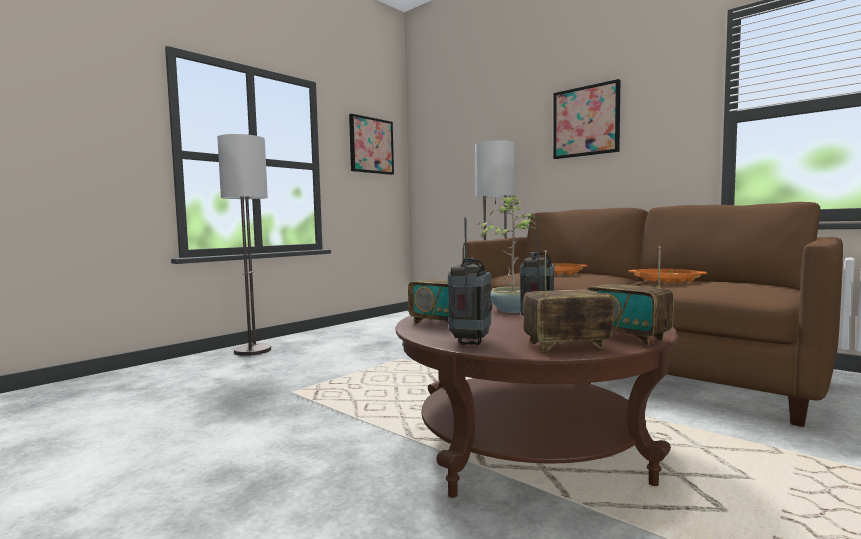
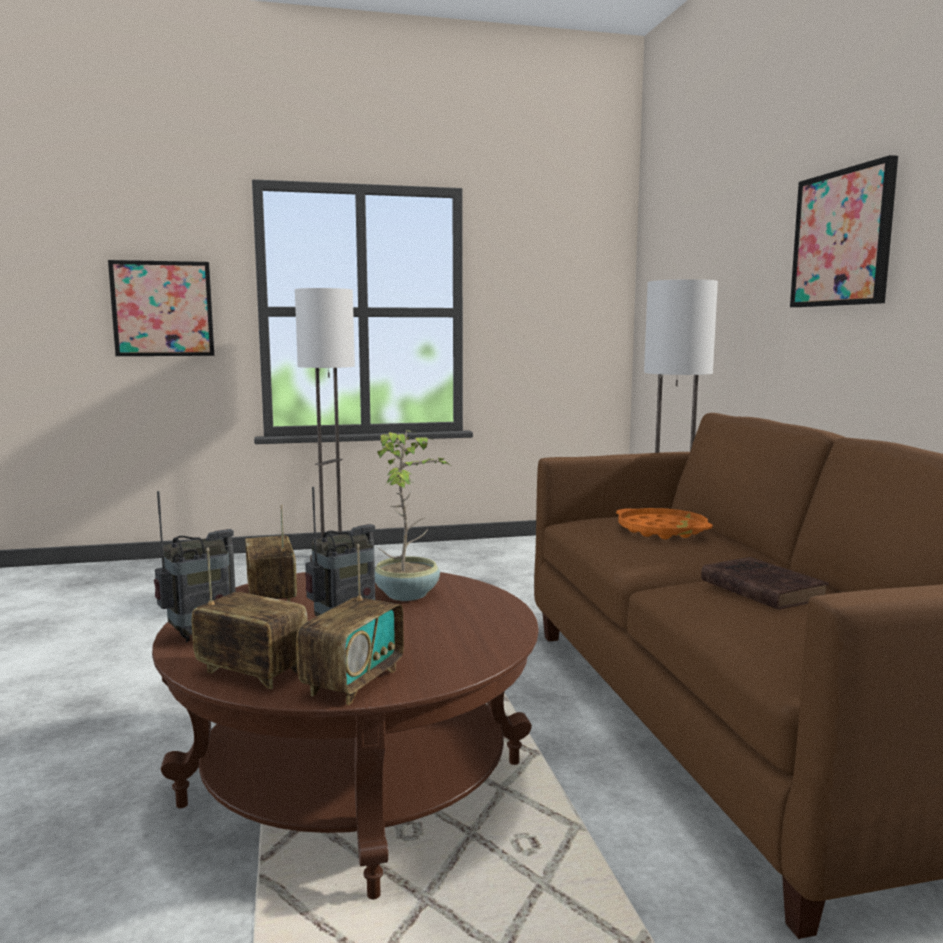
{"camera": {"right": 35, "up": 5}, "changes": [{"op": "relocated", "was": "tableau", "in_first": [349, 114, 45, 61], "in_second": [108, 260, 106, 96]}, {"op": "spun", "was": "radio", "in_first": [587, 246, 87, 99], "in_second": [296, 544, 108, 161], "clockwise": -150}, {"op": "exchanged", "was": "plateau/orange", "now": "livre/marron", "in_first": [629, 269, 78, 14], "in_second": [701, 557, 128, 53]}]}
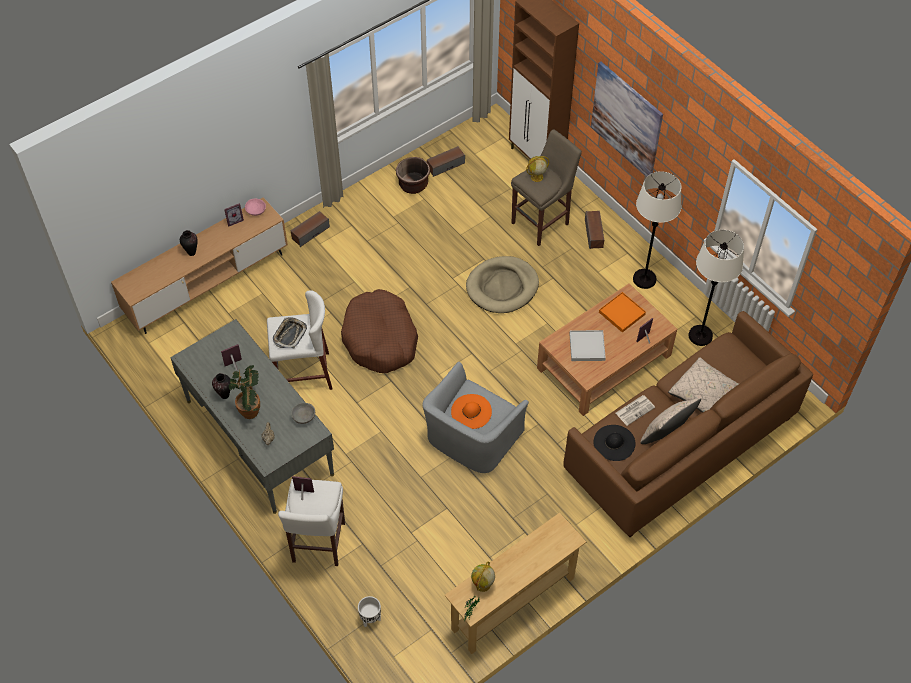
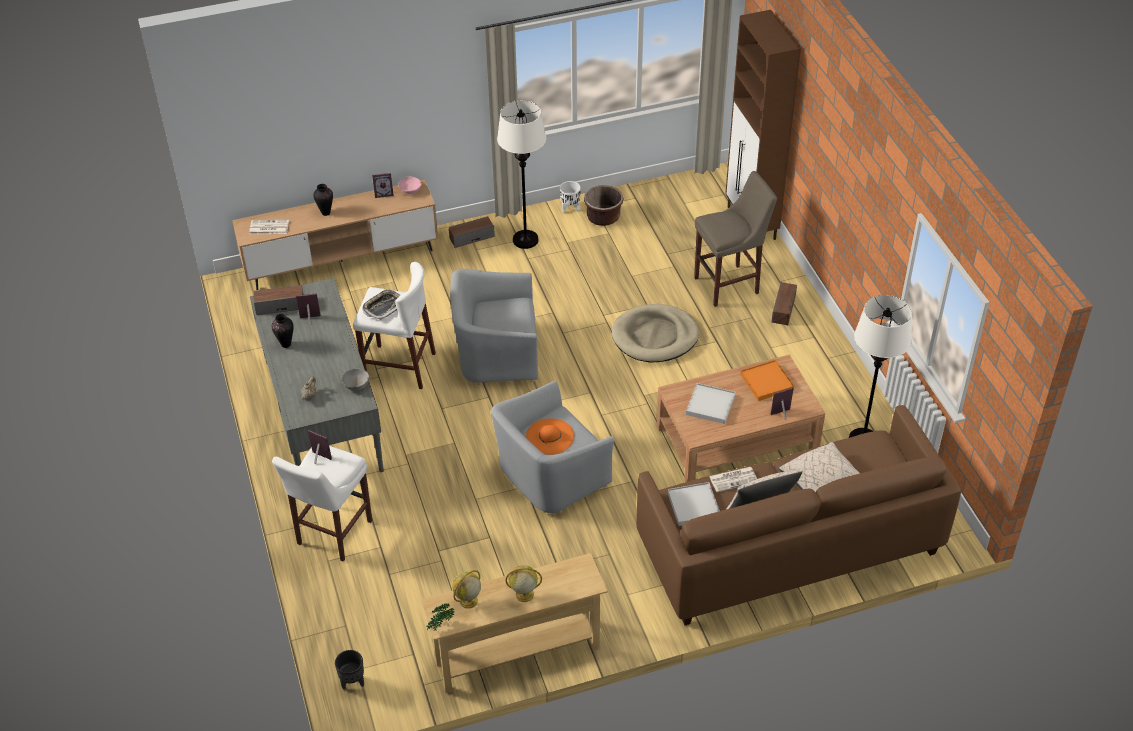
{"camera": {"right": 20, "up": -10}, "changes": [{"op": "missing", "was": "plante en pot", "in_first": [229, 365, 31, 54]}, {"op": "exchanged", "was": "panier pour chien/marron", "now": "fauteuil/gris", "in_first": [341, 289, 77, 84], "in_second": [450, 269, 88, 116]}, {"op": "relocated", "was": "cache-pot/blanc", "in_first": [358, 596, 23, 31], "in_second": [560, 181, 21, 32]}, {"op": "relocated", "was": "enceinte", "in_first": [427, 146, 38, 31], "in_second": [254, 285, 50, 30]}, {"op": "relocated", "was": "globe", "in_first": [526, 156, 23, 26], "in_second": [505, 565, 37, 37]}, {"op": "missing", "was": "tableau", "in_first": [591, 61, 72, 116]}, {"op": "exchanged", "was": "chapeau/noir", "now": "plateau/blanc", "in_first": [594, 425, 41, 36], "in_second": [668, 482, 52, 44]}, {"op": "relocated", "was": "lampadaire/blanc", "in_first": [633, 171, 48, 118], "in_second": [497, 100, 49, 149]}, {"op": "appeared", "now": "journal", "in_second": [249, 220, 40, 14]}, {"op": "appeared", "now": "cache-pot/noir", "in_second": [335, 650, 29, 40]}]}
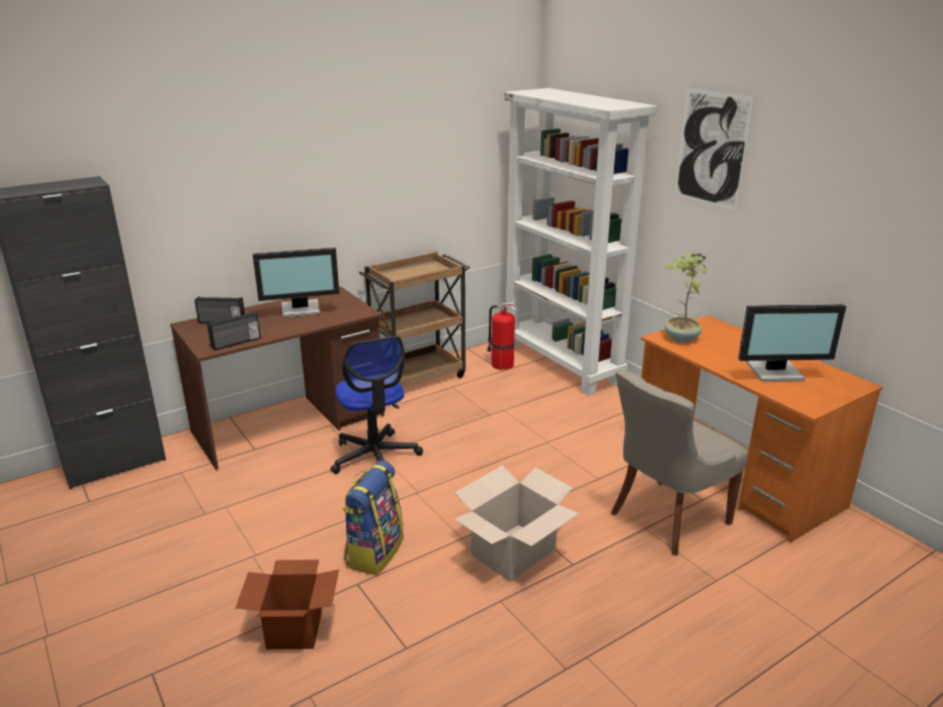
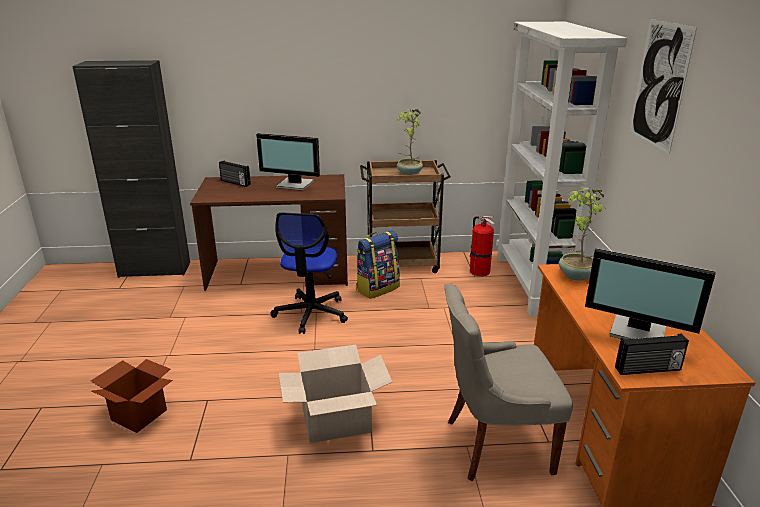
{"camera": {"right": 30, "up": 0}, "changes": [{"op": "relocated", "was": "radio", "in_first": [207, 311, 54, 40], "in_second": [615, 334, 74, 41]}, {"op": "relocated", "was": "sac à dos", "in_first": [342, 461, 61, 114], "in_second": [356, 230, 44, 69]}, {"op": "appeared", "now": "plante en pot", "in_second": [396, 109, 27, 66]}]}
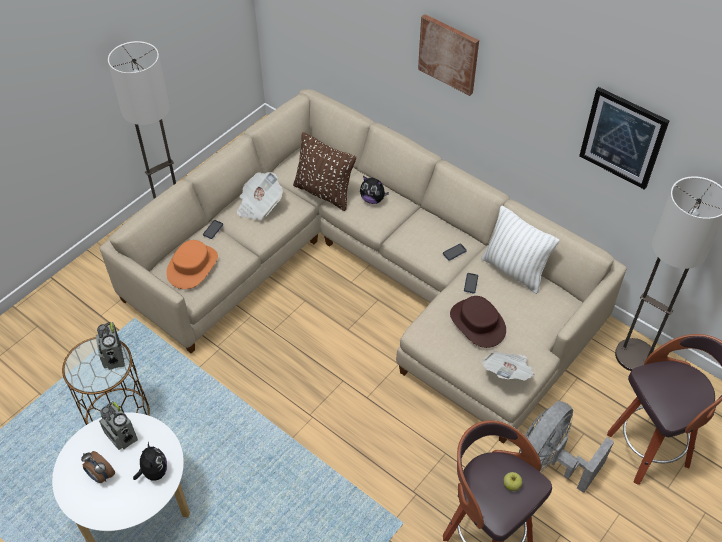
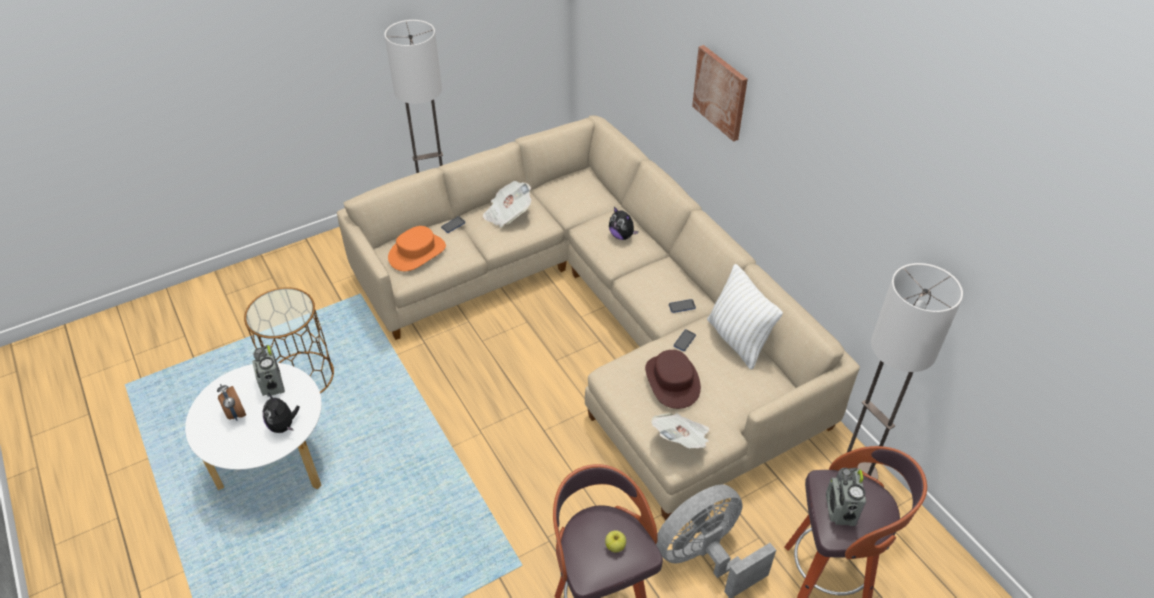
{"camera": {"right": 20, "up": -5}, "changes": [{"op": "relocated", "was": "radio", "in_first": [96, 322, 29, 48], "in_second": [826, 468, 40, 58]}, {"op": "spun", "was": "peluche", "in_first": [133, 442, 34, 39], "in_second": [263, 393, 37, 40], "clockwise": 150}, {"op": "missing", "was": "coussin/marron", "in_first": [293, 132, 63, 79]}, {"op": "missing", "was": "tableau", "in_first": [579, 87, 91, 103]}]}
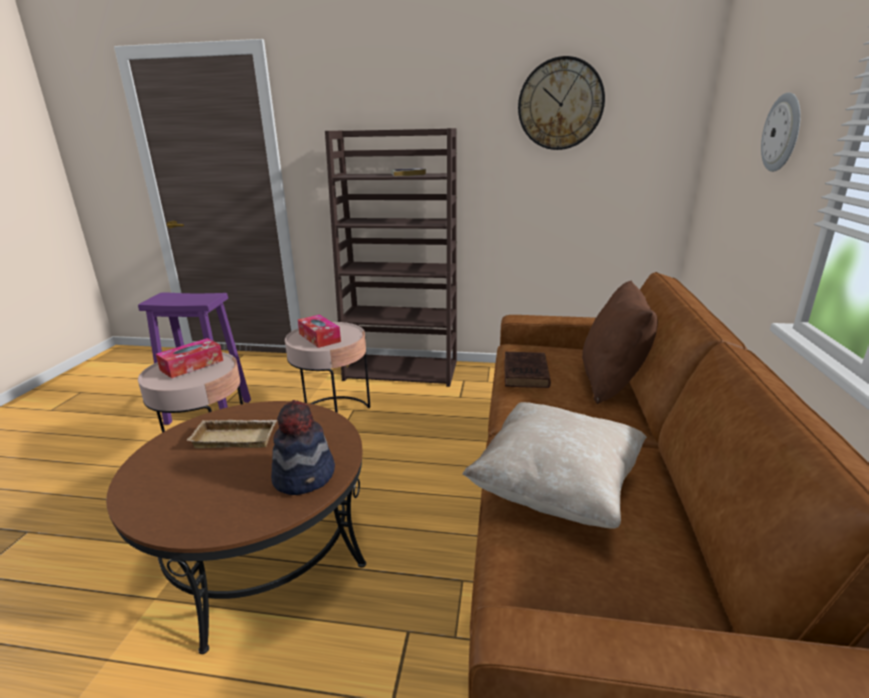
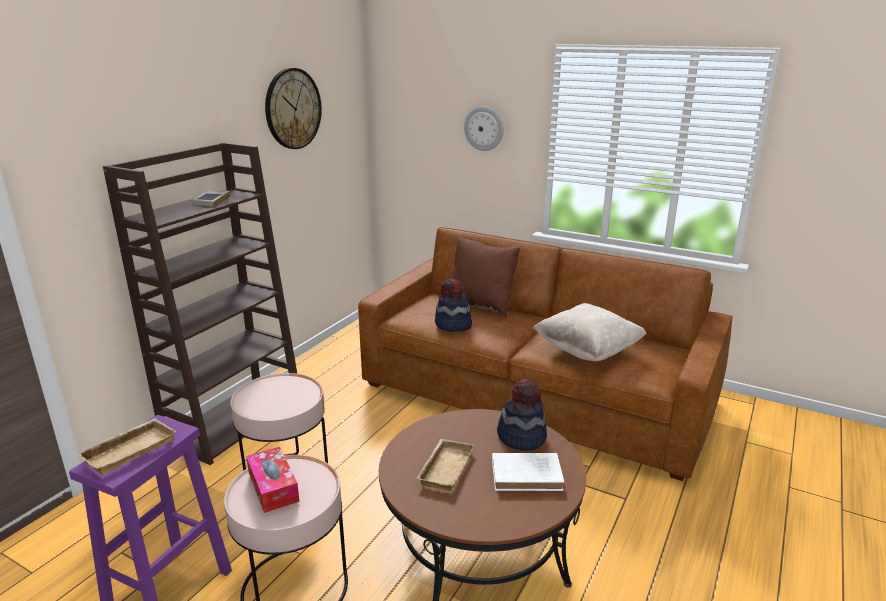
{"camera": {"right": -70, "up": 0}, "changes": [{"op": "missing", "was": "boîte à mouchoirs", "in_first": [298, 315, 43, 33]}, {"op": "exchanged", "was": "livre/marron", "now": "chapeau", "in_first": [504, 352, 47, 36], "in_second": [435, 279, 37, 53]}, {"op": "appeared", "now": "plateau/beige", "in_second": [77, 418, 99, 57]}, {"op": "appeared", "now": "livre/blanc", "in_second": [492, 453, 72, 38]}]}
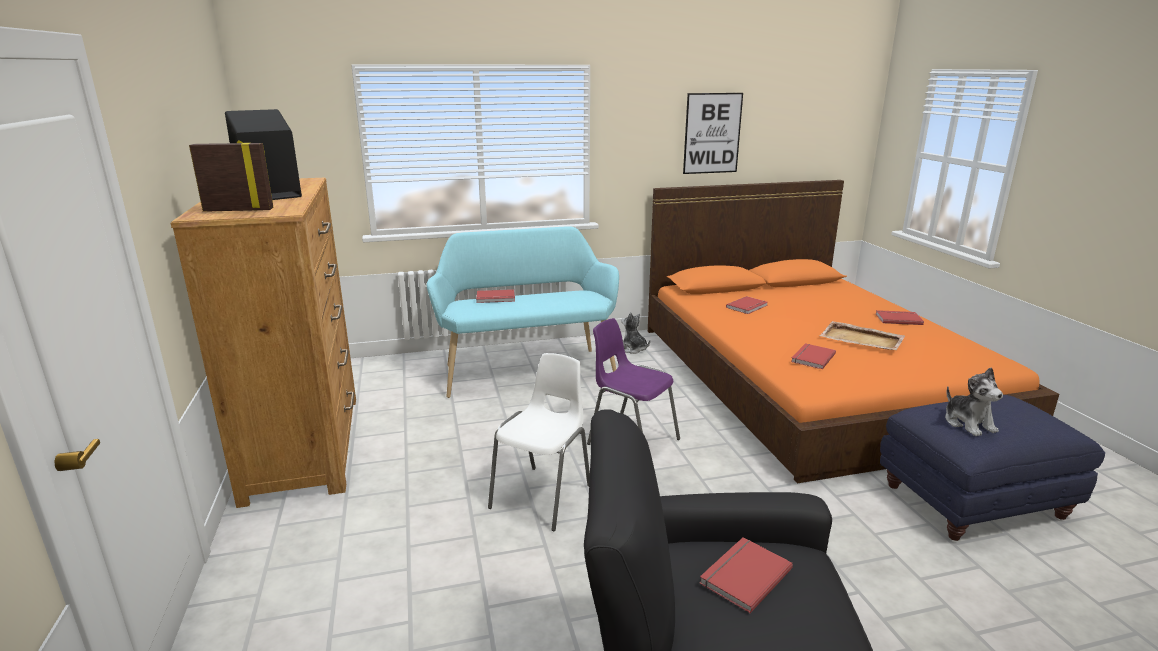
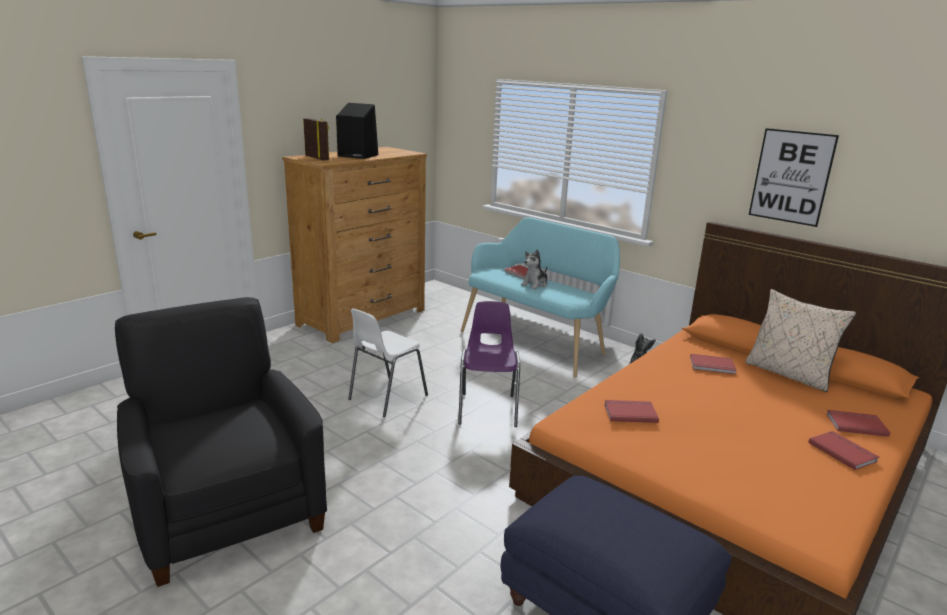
{"camera": {"right": 55, "up": 0}, "changes": [{"op": "spun", "was": "chaise/blanc", "in_first": [488, 353, 102, 178], "in_second": [348, 308, 80, 109], "clockwise": 135}, {"op": "relocated", "was": "livre/rouge", "in_first": [700, 537, 93, 76], "in_second": [826, 410, 64, 27]}, {"op": "missing", "was": "plateau/beige", "in_first": [819, 321, 86, 29]}, {"op": "relocated", "was": "peluche", "in_first": [945, 367, 58, 69], "in_second": [521, 249, 26, 40]}, {"op": "appeared", "now": "coussin/beige", "in_second": [745, 289, 111, 103]}]}
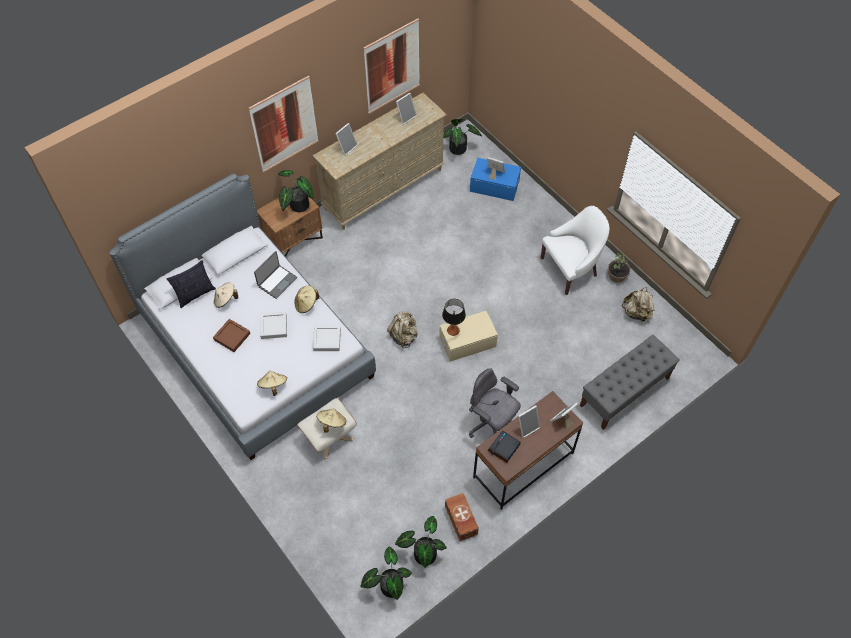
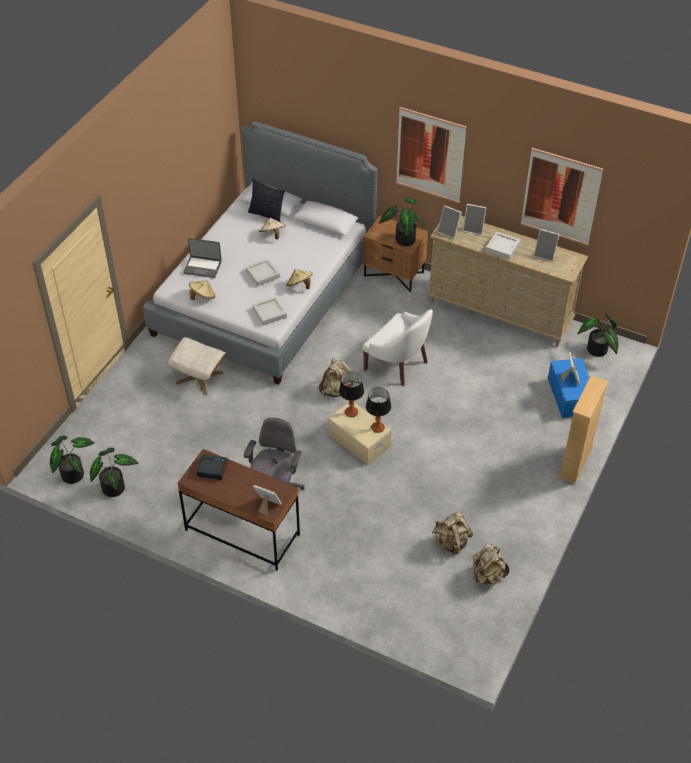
{"camera": {"right": 65, "up": -10}, "changes": [{"op": "missing", "was": "plateau/marron", "in_first": [213, 319, 37, 33]}, {"op": "relocated", "was": "ordinateur portable", "in_first": [254, 251, 43, 48], "in_second": [183, 238, 39, 40]}, {"op": "missing", "was": "chapeau/beige", "in_first": [317, 409, 29, 24]}, {"op": "missing", "was": "boîte de rangement/marron", "in_first": [445, 493, 34, 48]}, {"op": "relocated", "was": "cadre photo", "in_first": [518, 405, 22, 33], "in_second": [437, 205, 25, 34]}, {"op": "relocated", "was": "fauteuil/blanc", "in_first": [541, 206, 68, 89], "in_second": [362, 309, 71, 77]}, {"op": "missing", "was": "banc/gris", "in_first": [580, 335, 100, 95]}, {"op": "missing", "was": "plante en pot", "in_first": [608, 253, 23, 30]}, {"op": "appeared", "now": "lampe de table", "in_second": [366, 387, 25, 46]}, {"op": "appeared", "now": "sac à dos/beige", "in_second": [432, 512, 41, 43]}, {"op": "appeared", "now": "plateau/gris", "in_second": [485, 232, 35, 27]}, {"op": "appeared", "now": "bibliothèque/beige", "in_second": [558, 375, 50, 109]}]}
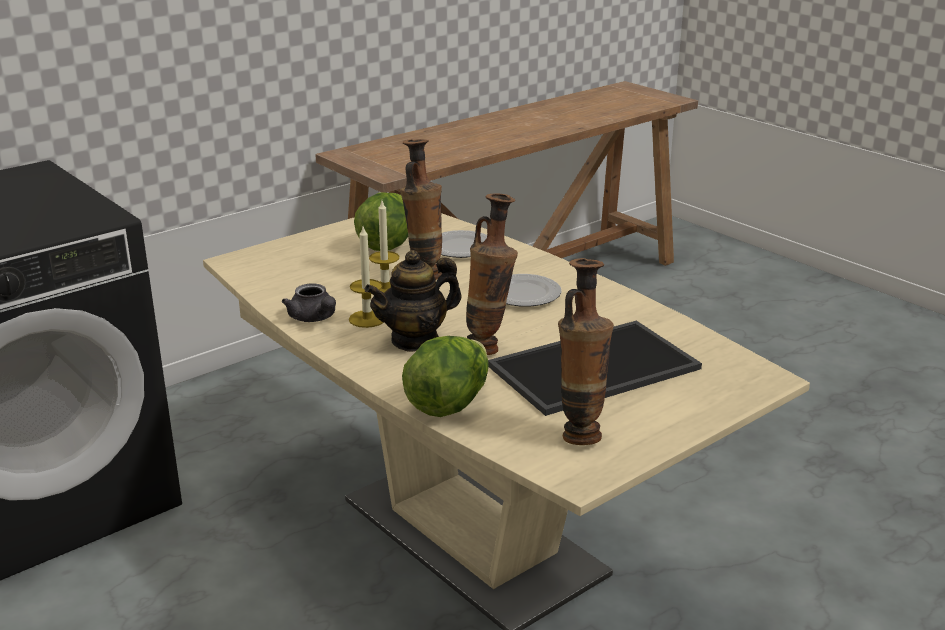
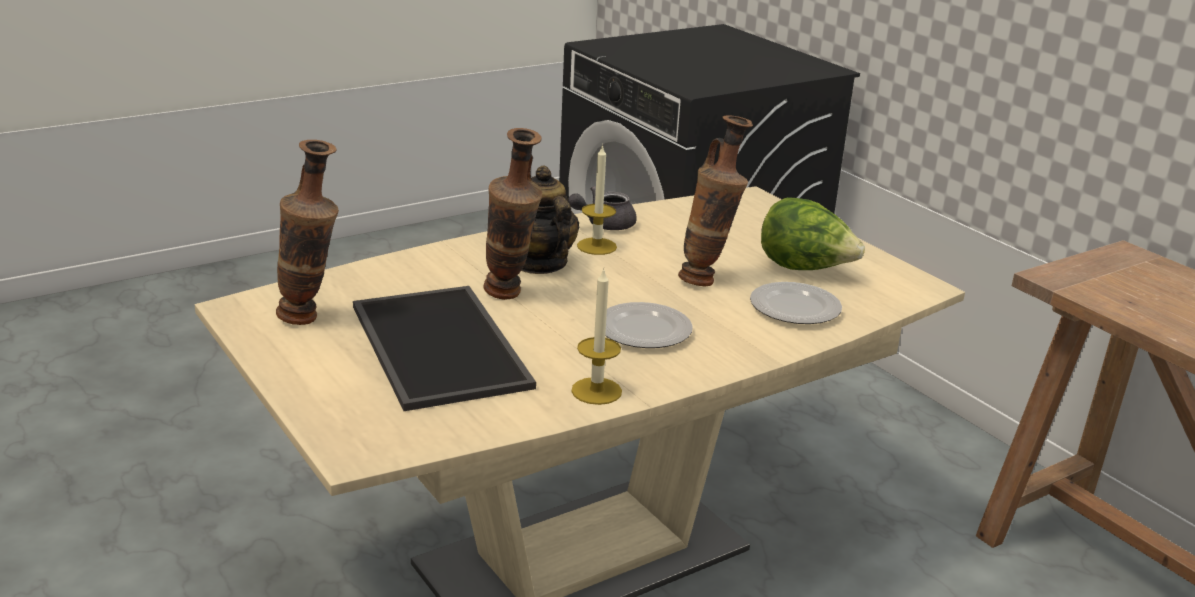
{"camera": {"right": 95, "up": 0}, "changes": [{"op": "relocated", "was": "bougie", "in_first": [369, 201, 30, 93], "in_second": [571, 268, 51, 137]}, {"op": "missing", "was": "laitue", "in_first": [402, 336, 87, 81]}]}
